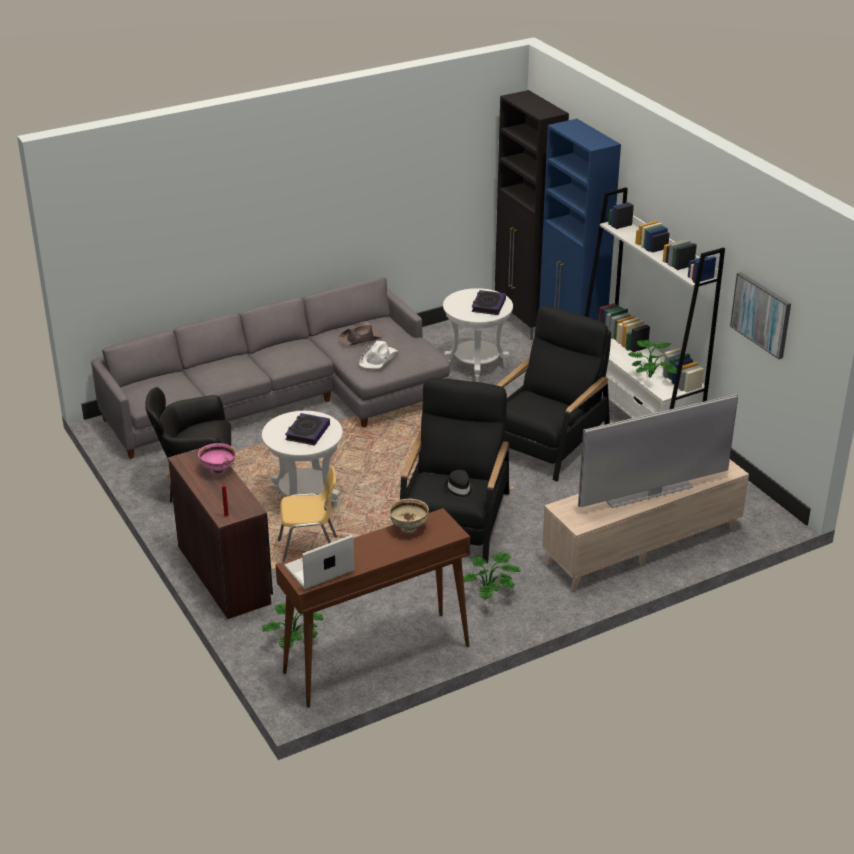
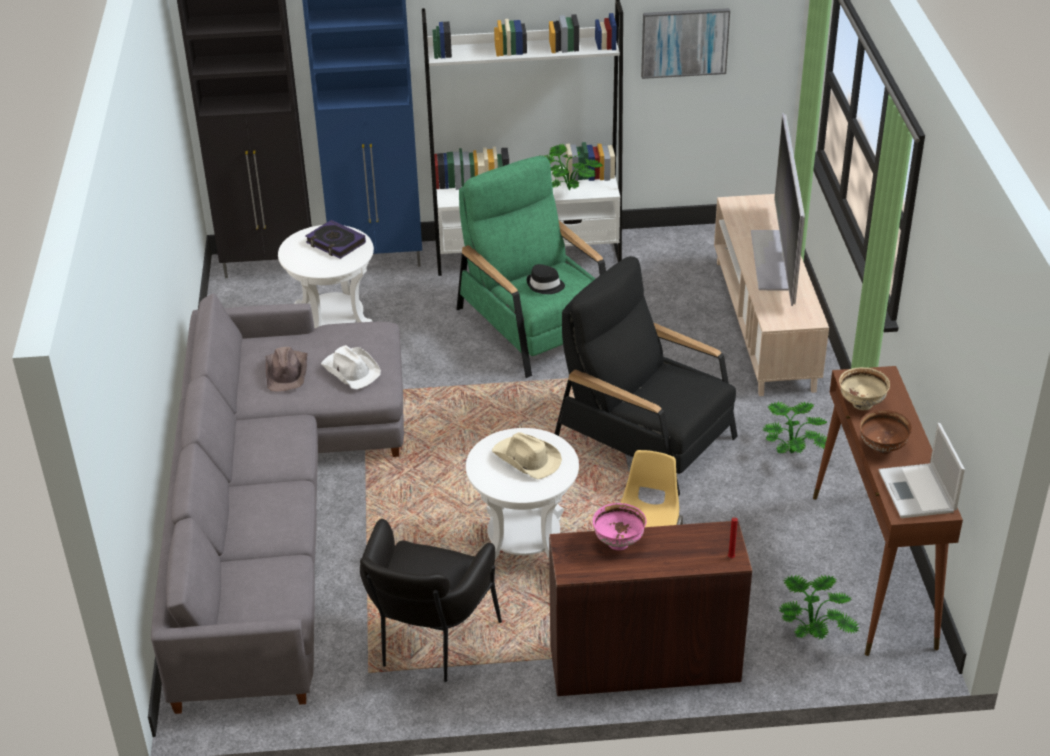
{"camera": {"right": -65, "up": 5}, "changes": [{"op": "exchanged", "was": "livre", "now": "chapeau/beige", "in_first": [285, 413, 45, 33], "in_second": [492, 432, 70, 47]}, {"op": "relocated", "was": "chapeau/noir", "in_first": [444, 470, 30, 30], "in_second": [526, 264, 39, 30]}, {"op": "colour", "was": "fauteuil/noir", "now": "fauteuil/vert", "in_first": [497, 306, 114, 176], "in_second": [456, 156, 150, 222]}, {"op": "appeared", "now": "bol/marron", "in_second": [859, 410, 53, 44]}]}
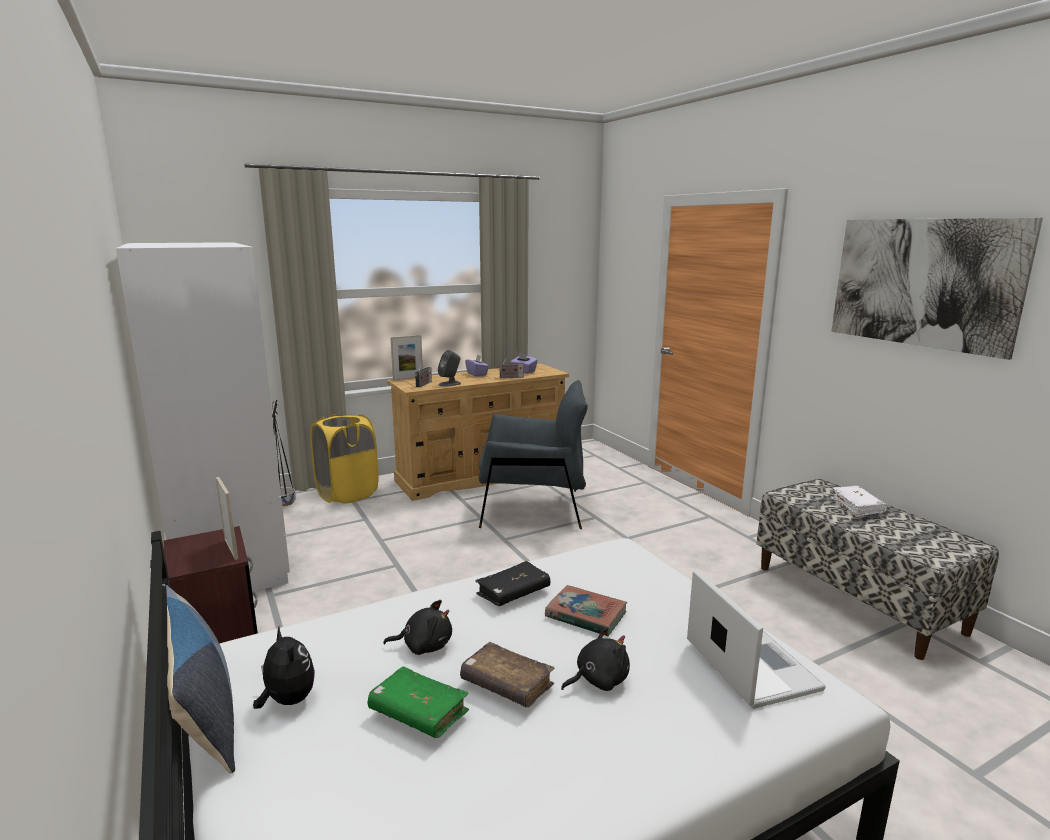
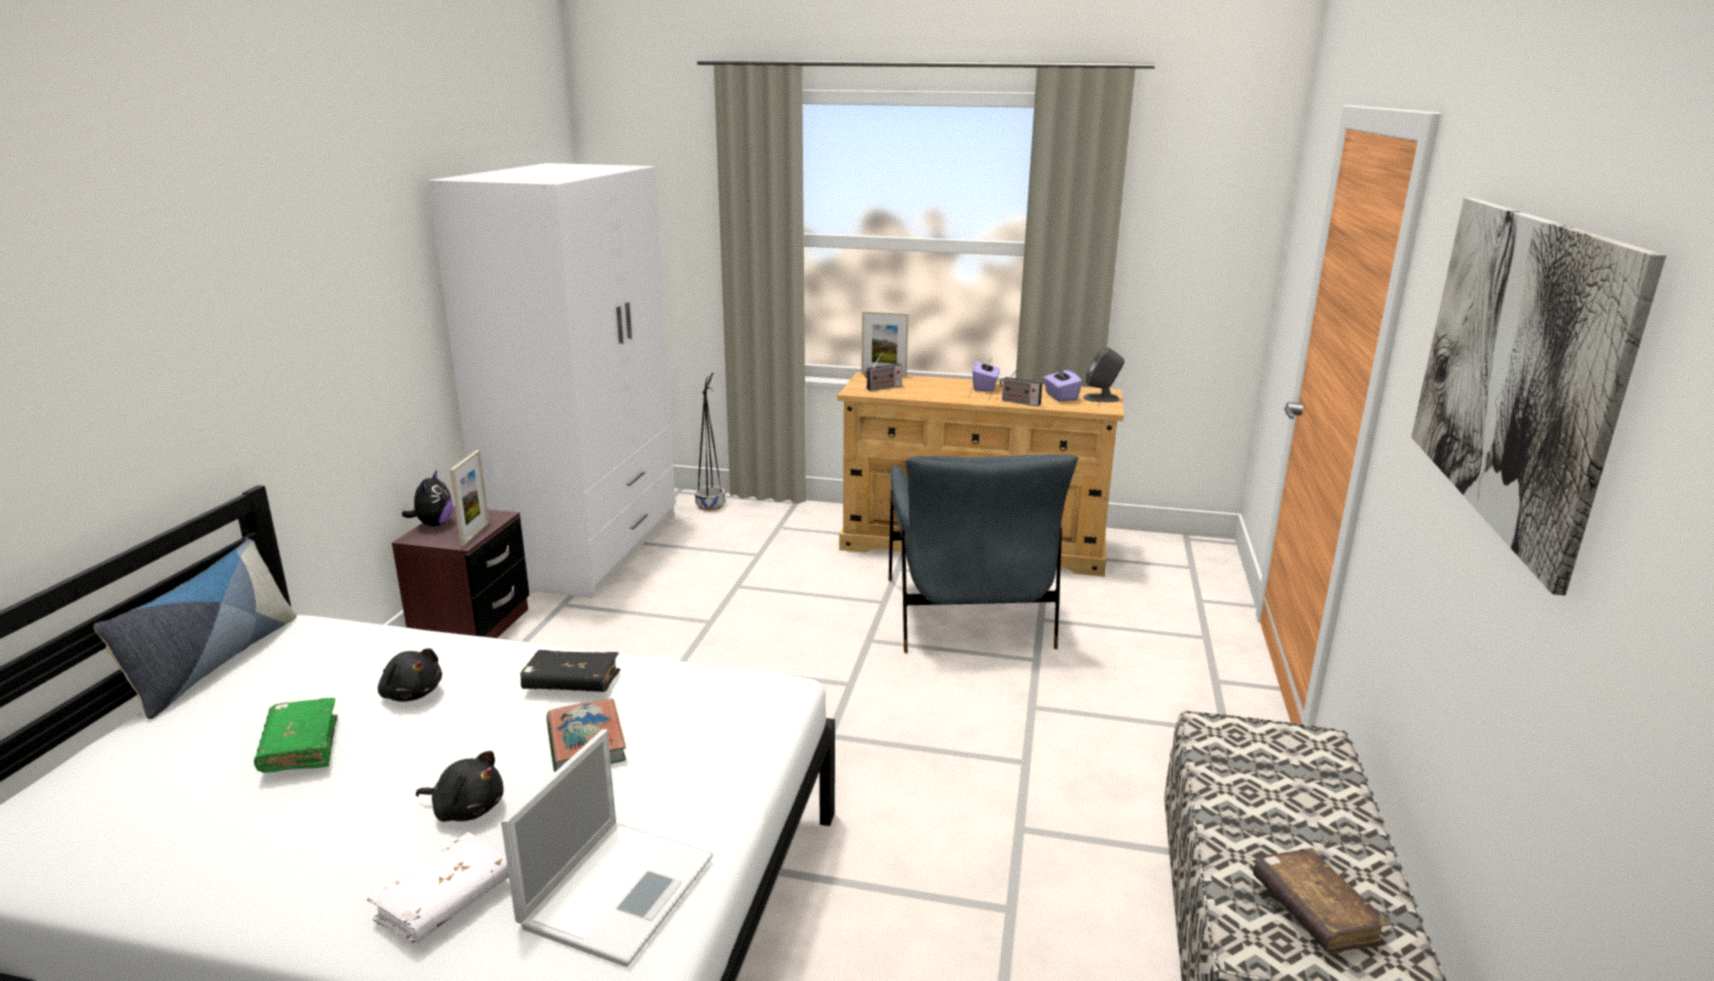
{"camera": {"right": 40, "up": 5}, "changes": [{"op": "relocated", "was": "peluche", "in_first": [253, 627, 62, 82], "in_second": [402, 470, 51, 56]}, {"op": "missing", "was": "panier à linge/jaune", "in_first": [310, 414, 69, 89]}, {"op": "relocated", "was": "enceinte/gris", "in_first": [438, 350, 23, 37], "in_second": [1083, 346, 41, 56]}, {"op": "relocated", "was": "livre/marron", "in_first": [460, 642, 94, 66], "in_second": [1253, 848, 139, 106]}, {"op": "spun", "was": "fauteuil/gris", "in_first": [479, 380, 109, 149], "in_second": [889, 454, 189, 199], "clockwise": 45}, {"op": "relocated", "was": "livre/blanc", "in_first": [831, 486, 56, 31], "in_second": [367, 832, 142, 112]}]}
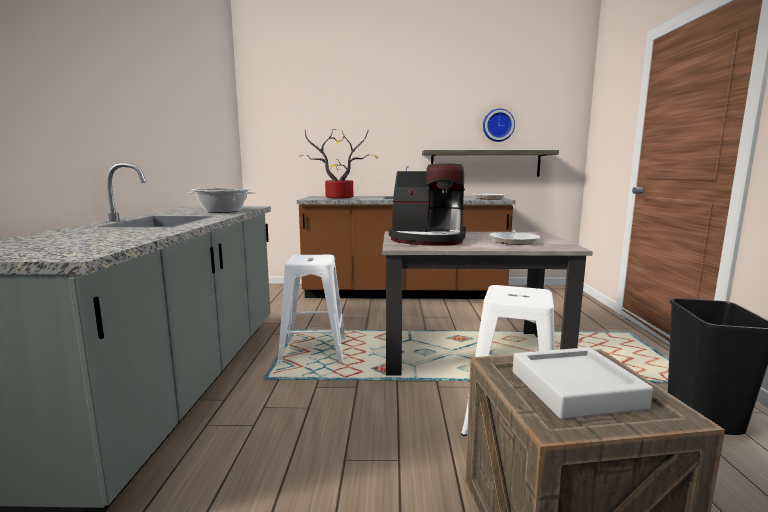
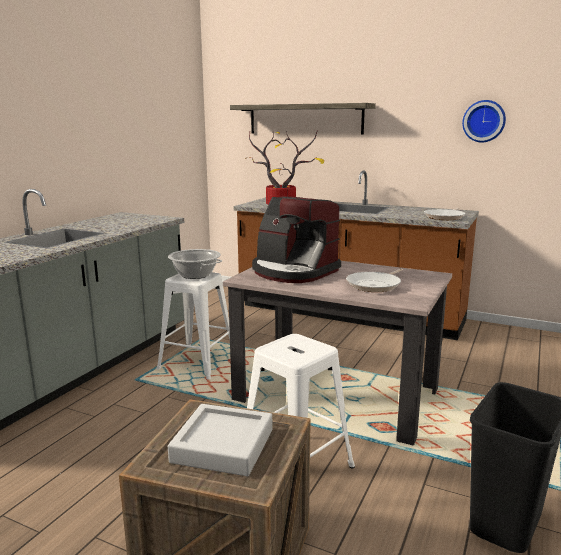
{"camera": {"right": 25, "up": 5}, "changes": [{"op": "relocated", "was": "marmite", "in_first": [188, 188, 67, 25], "in_second": [168, 249, 54, 30]}, {"op": "relocated", "was": "étagère", "in_first": [422, 150, 137, 27], "in_second": [230, 103, 146, 32]}]}
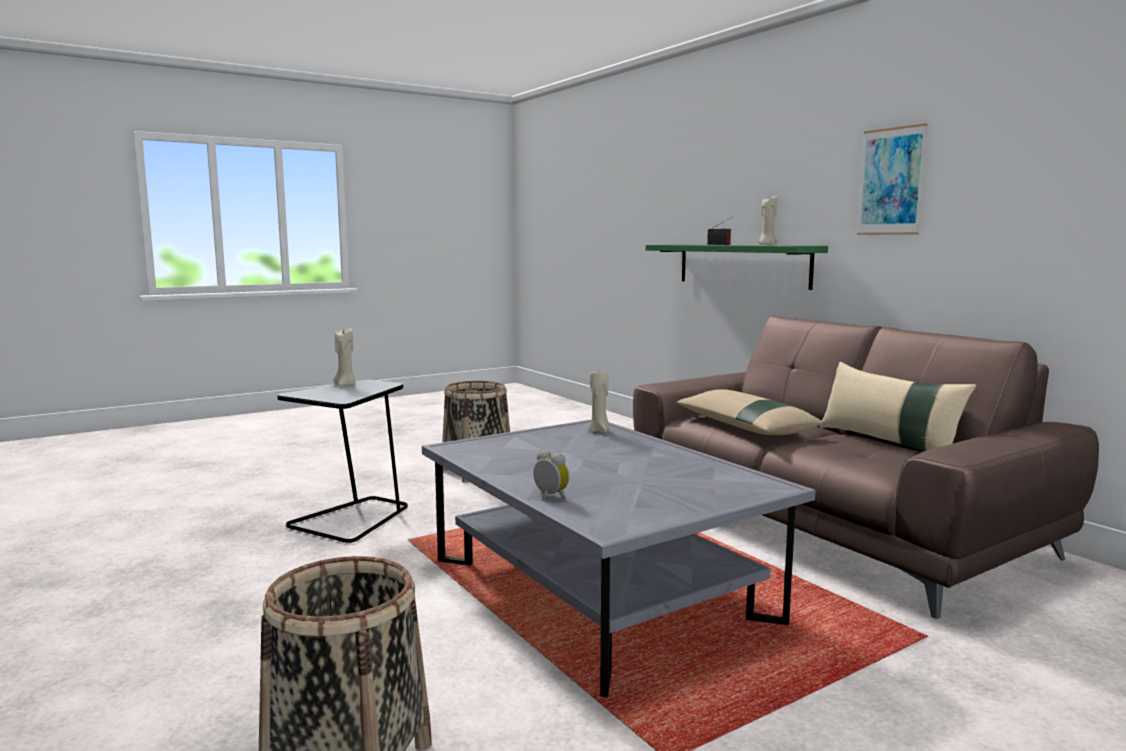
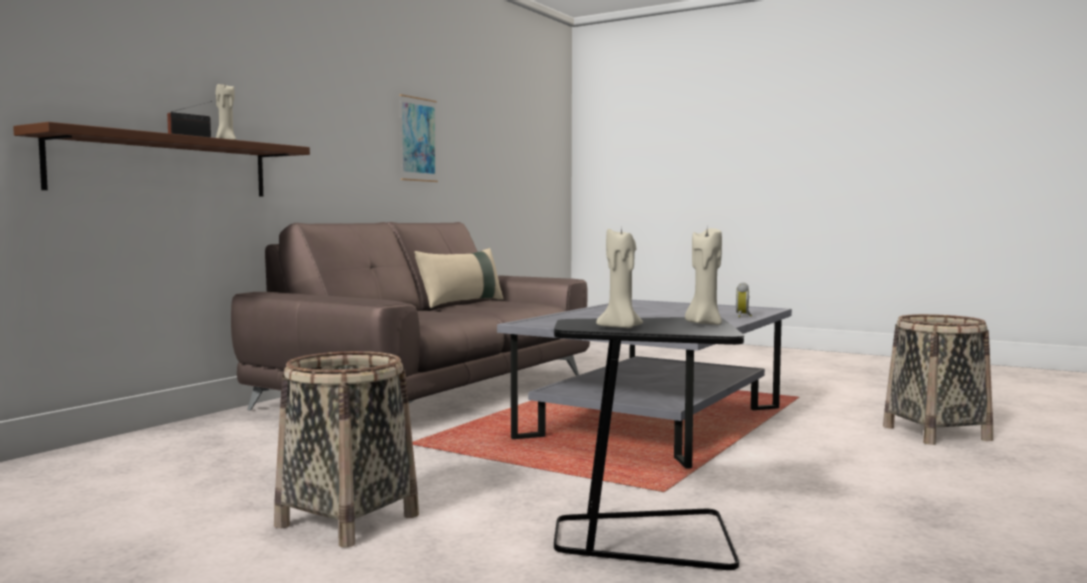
{"camera": {"right": -115, "up": -5}, "changes": [{"op": "relocated", "was": "bougie/beige", "in_first": [589, 371, 20, 62], "in_second": [685, 228, 37, 97]}, {"op": "colour", "was": "étagère/vert", "now": "étagère/marron", "in_first": [646, 245, 182, 45], "in_second": [13, 122, 297, 75]}, {"op": "missing", "was": "coussin/beige", "in_first": [676, 389, 147, 46]}, {"op": "relocated", "was": "tableau", "in_first": [857, 123, 71, 112], "in_second": [399, 94, 39, 88]}]}
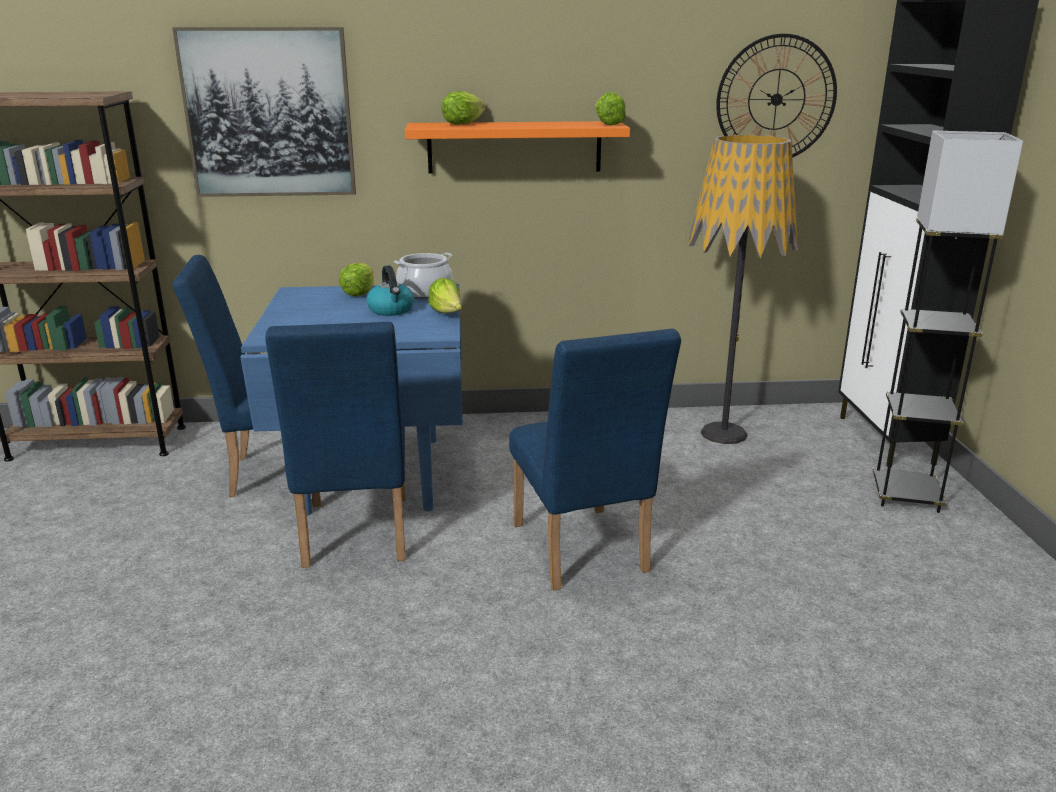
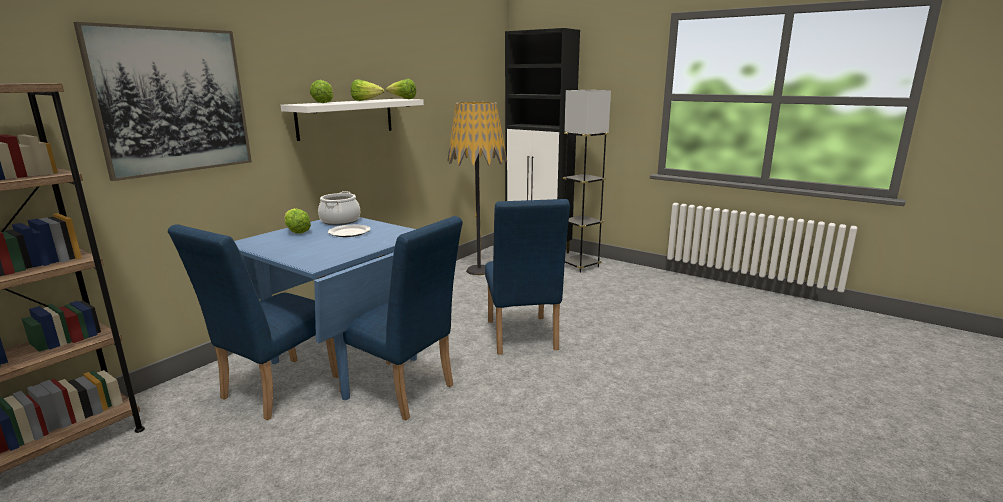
{"camera": {"right": -50, "up": -5}, "changes": [{"op": "exchanged", "was": "bouilloire", "now": "assiette", "in_first": [367, 265, 47, 51], "in_second": [327, 224, 43, 13]}, {"op": "colour", "was": "étagère/orange", "now": "étagère/blanc", "in_first": [405, 121, 225, 53], "in_second": [281, 99, 143, 42]}, {"op": "relocated", "was": "laitue", "in_first": [428, 278, 34, 35], "in_second": [351, 79, 34, 22]}, {"op": "spun", "was": "chaise/bleu", "in_first": [509, 329, 172, 262], "in_second": [485, 199, 85, 156], "clockwise": 60}, {"op": "missing", "was": "horloge murale", "in_first": [716, 34, 121, 124]}]}
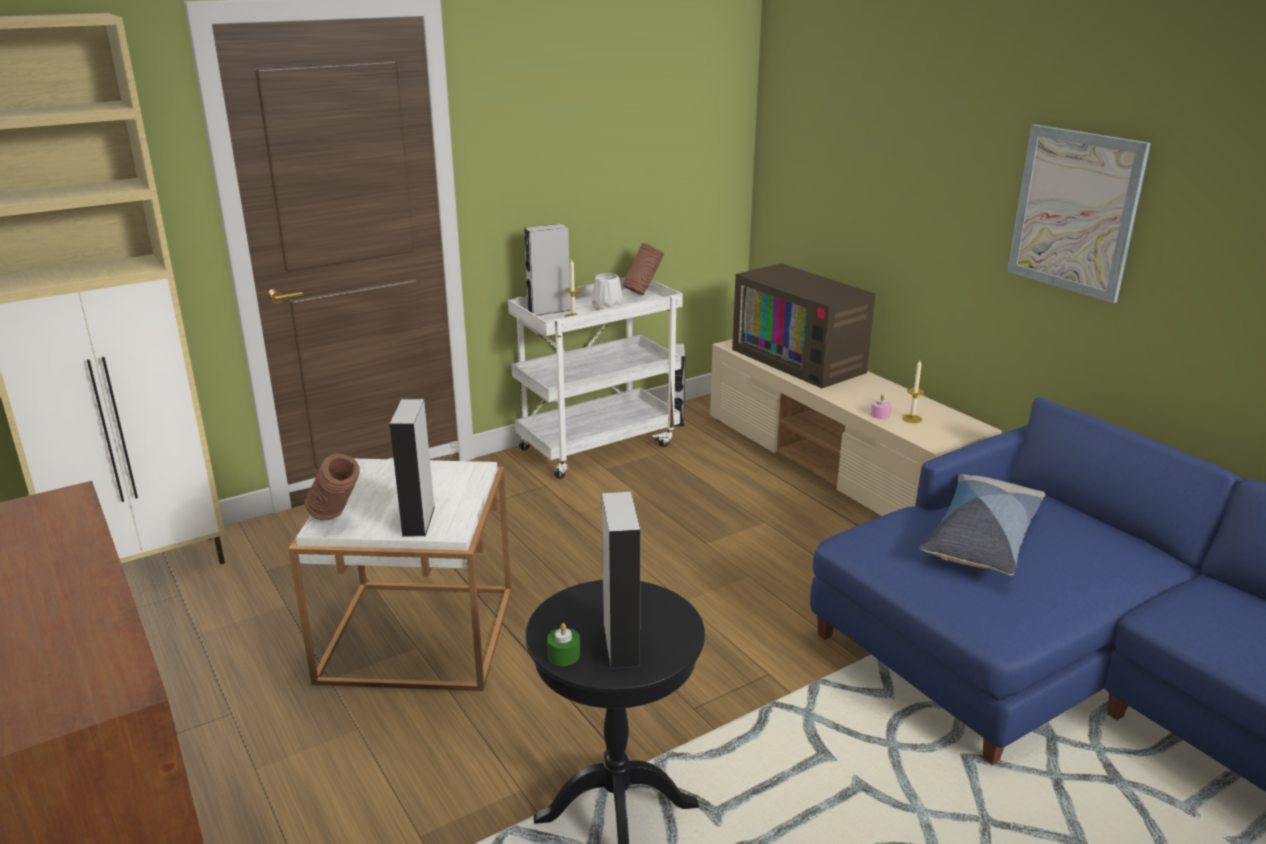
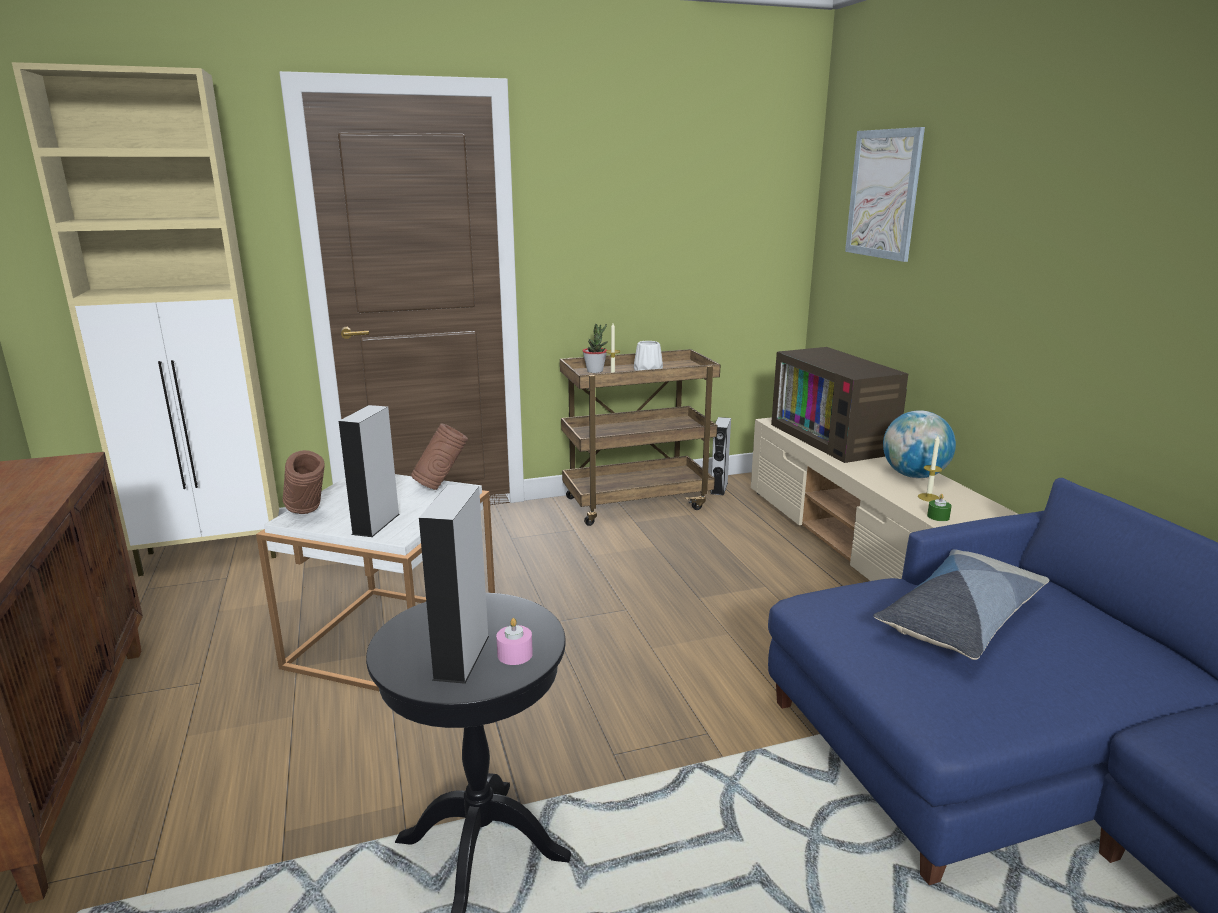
{"camera": {"right": 15, "up": -5}, "changes": [{"op": "colour", "was": "chariot/blanc", "now": "chariot/marron", "in_first": [508, 277, 175, 202], "in_second": [560, 349, 161, 177]}, {"op": "exchanged", "was": "enceinte/gris", "now": "plante en pot", "in_first": [524, 224, 47, 92], "in_second": [583, 324, 24, 49]}, {"op": "relocated", "was": "bougie/vert", "in_first": [547, 623, 33, 43], "in_second": [927, 494, 25, 27]}, {"op": "relocated", "was": "vase/marron", "in_first": [623, 243, 41, 52], "in_second": [411, 423, 57, 67]}, {"op": "relocated", "was": "bougie/rose", "in_first": [871, 394, 20, 25], "in_second": [496, 618, 37, 47]}, {"op": "relocated", "was": "tableau", "in_first": [1007, 124, 144, 179], "in_second": [845, 127, 80, 135]}, {"op": "appeared", "now": "globe", "in_second": [883, 410, 73, 68]}]}
